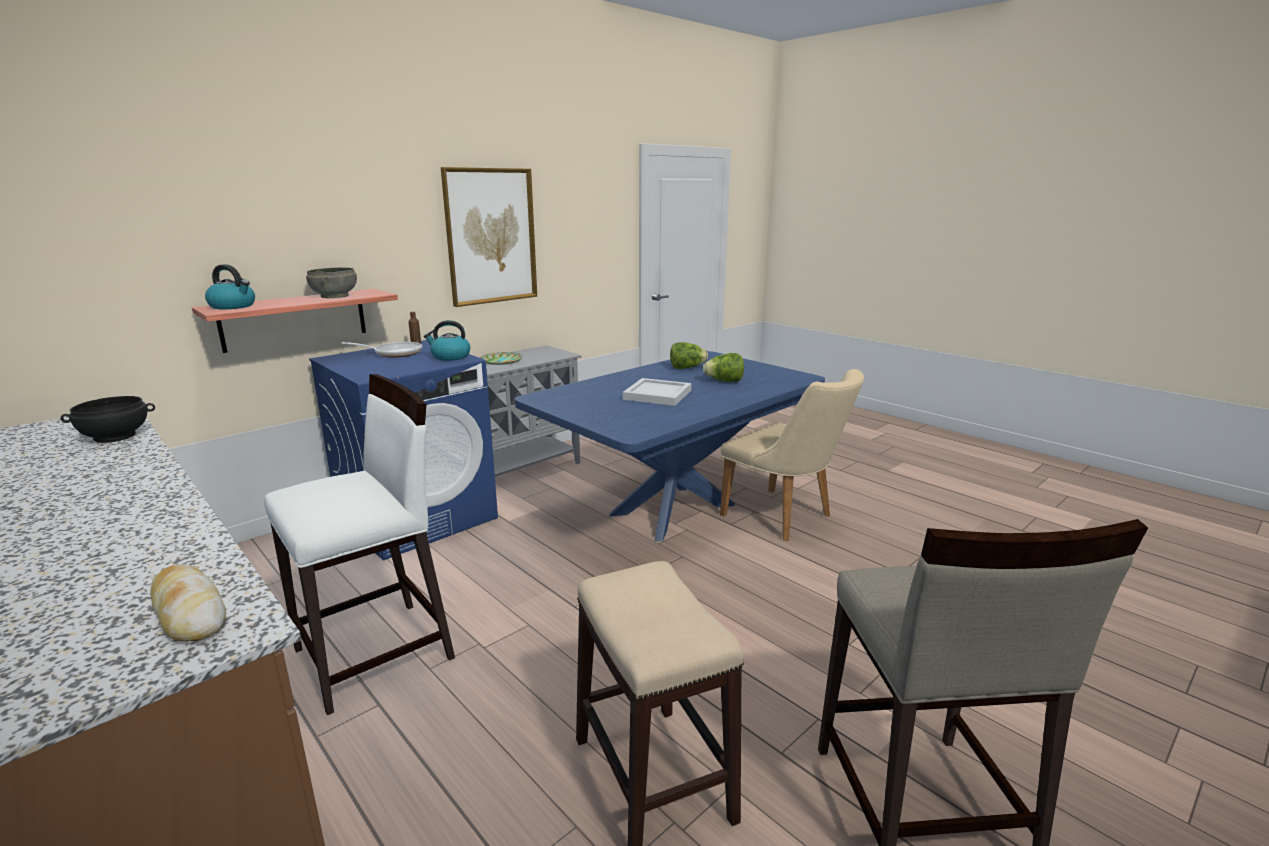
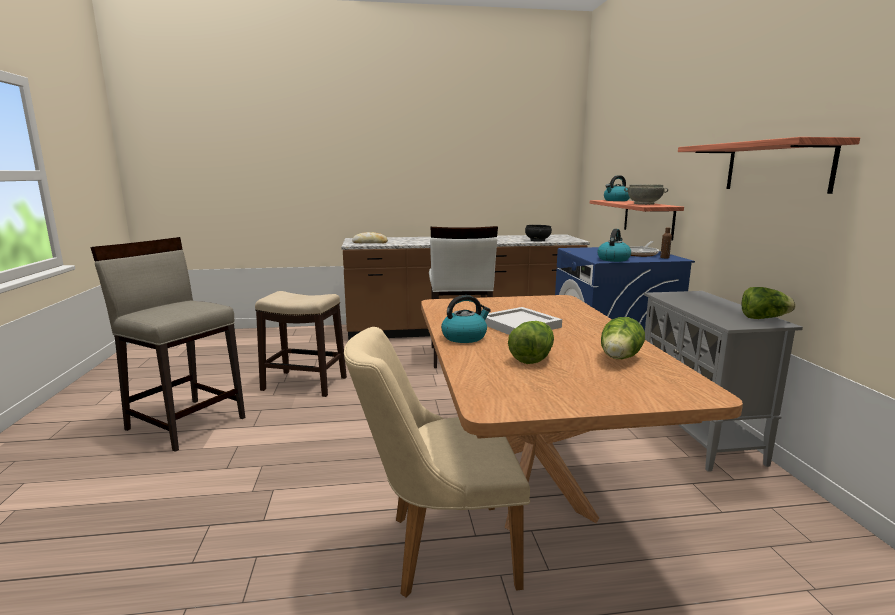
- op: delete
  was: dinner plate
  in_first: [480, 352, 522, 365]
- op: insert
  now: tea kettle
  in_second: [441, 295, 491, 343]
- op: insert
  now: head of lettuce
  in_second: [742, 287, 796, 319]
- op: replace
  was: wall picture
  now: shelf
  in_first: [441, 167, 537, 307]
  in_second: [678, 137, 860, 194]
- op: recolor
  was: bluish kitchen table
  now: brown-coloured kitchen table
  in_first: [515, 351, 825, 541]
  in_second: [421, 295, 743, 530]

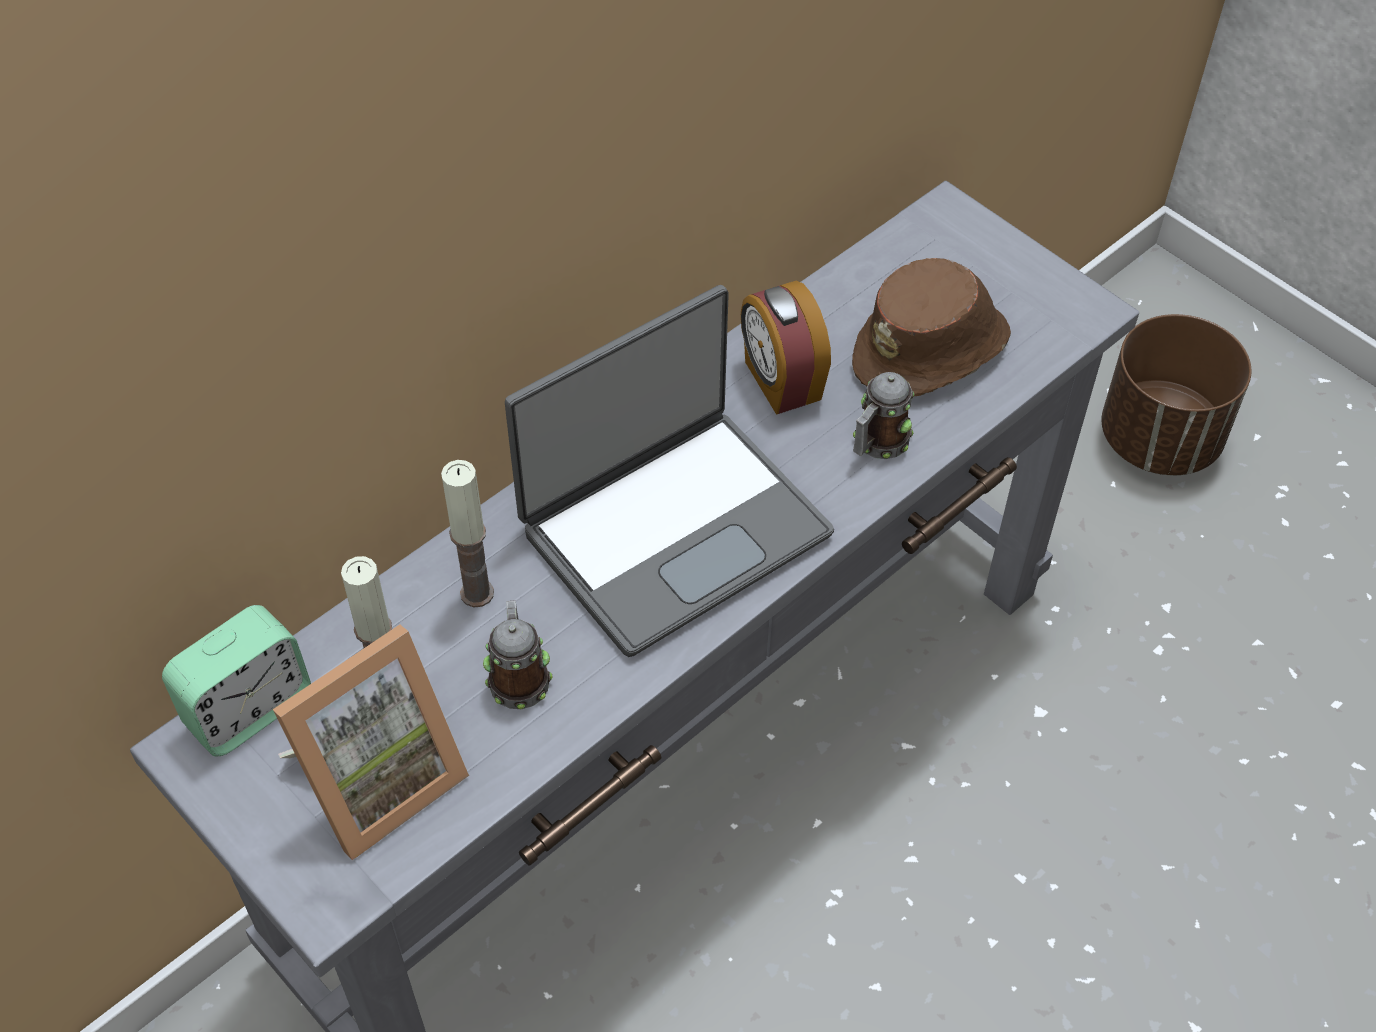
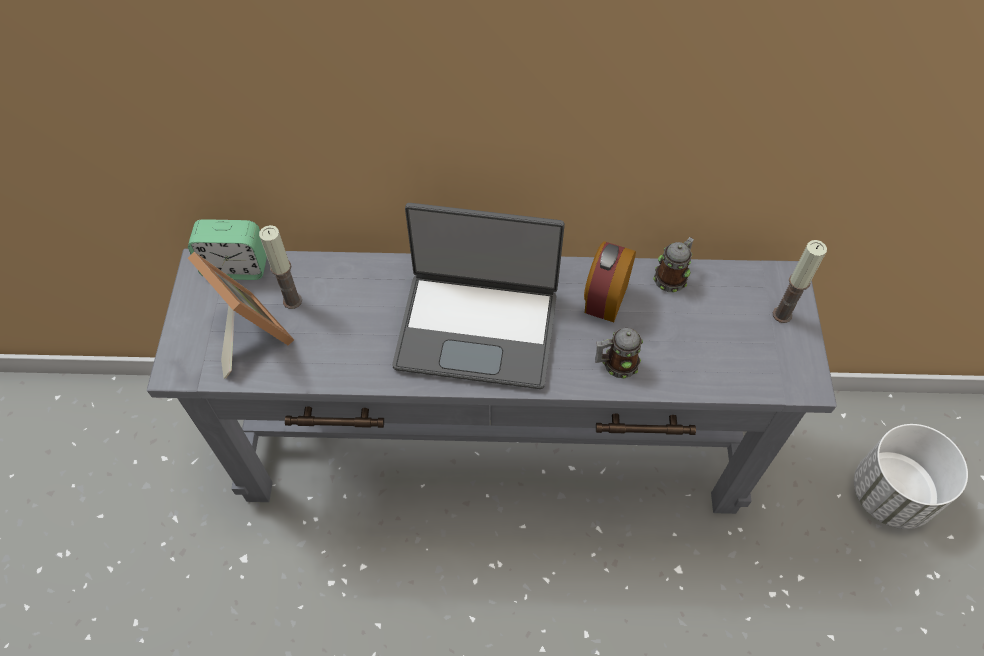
- op: delete
  was: brown-coloured clothing hat
  in_first: [852, 258, 1011, 396]
- op: move
  was: wax light
  in_first: [441, 460, 494, 607]
  in_second: [773, 240, 827, 323]
- op: move
  was: tea mug
  in_first: [483, 600, 553, 709]
  in_second: [653, 237, 694, 292]
- op: recolor
  was: brown-coloured planter
  now: white planter
  in_first: [1102, 314, 1252, 476]
  in_second: [854, 424, 968, 529]
- op: rotate
  was: picture frame
  in_first: [273, 625, 469, 860]
  in_second: [188, 252, 294, 379]
  clockwise: -135

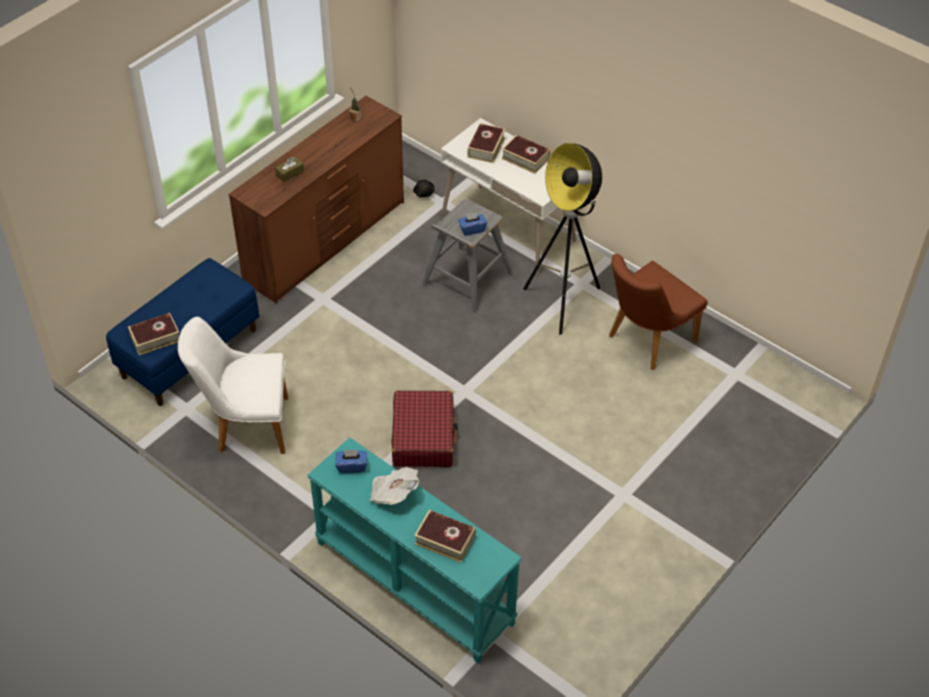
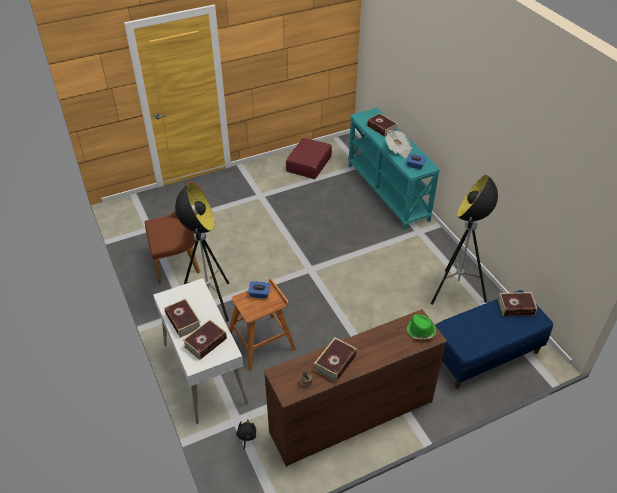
- op: delete
  was: brown-coloured tissue box
  in_first: [275, 157, 304, 182]
- op: insert
  now: volume
  in_second: [314, 338, 357, 382]
- op: insert
  now: greenish clothing hat
  in_second: [407, 314, 436, 340]
- op: move
  was: reddish piece of luggage
  in_first: [391, 391, 458, 467]
  in_second: [286, 138, 332, 179]
- op: replace
  was: white chair
  now: floor lamp
  in_first: [178, 317, 288, 454]
  in_second: [431, 175, 498, 305]
- op: recolor
  was: grey sitting stool
  now: brown-coloured sitting stool
  in_first: [422, 199, 513, 313]
  in_second: [229, 278, 296, 372]

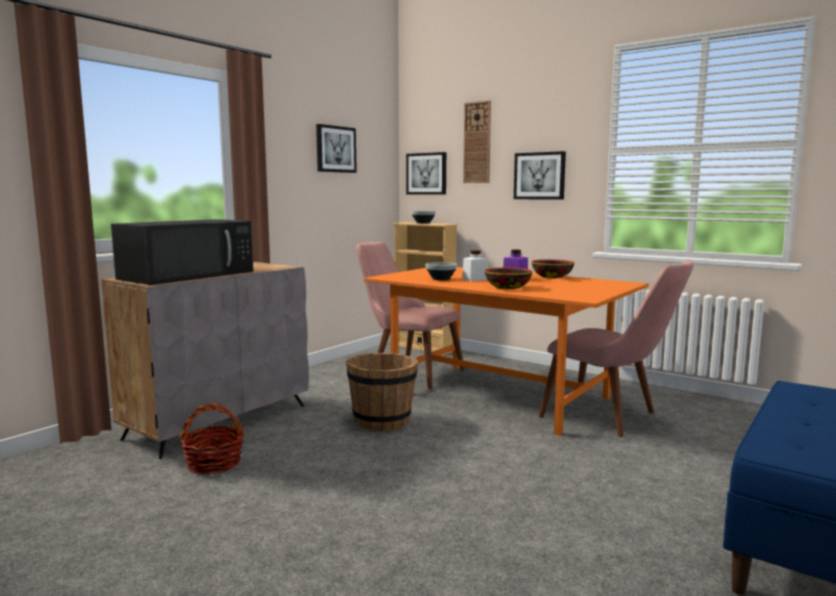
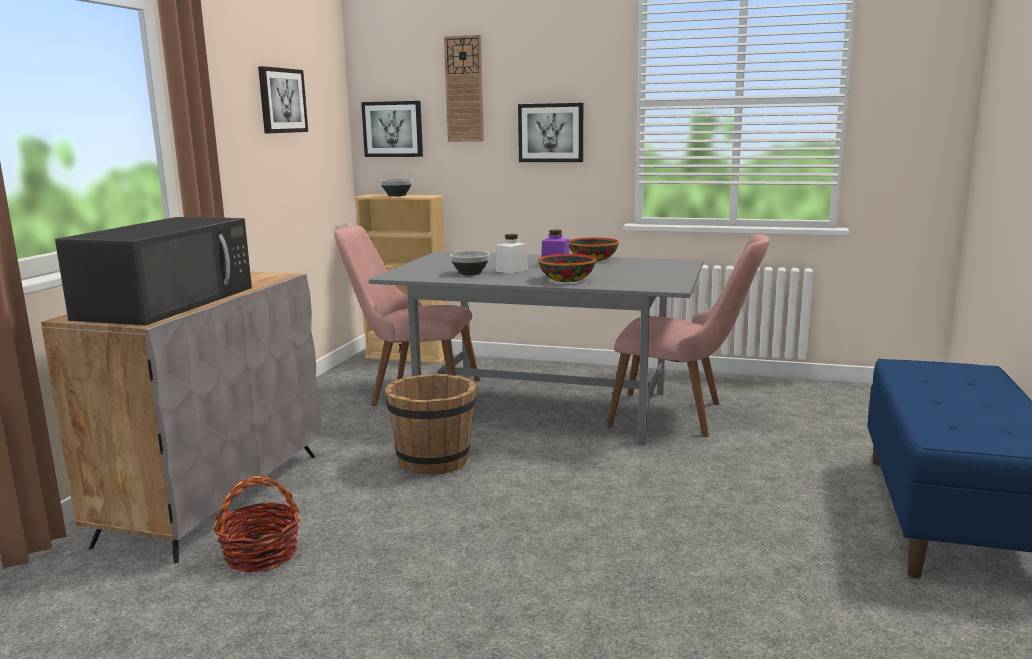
- op: recolor
  was: orangey kitchen table
  now: grey kitchen table
  in_first: [364, 267, 649, 436]
  in_second: [369, 251, 704, 446]

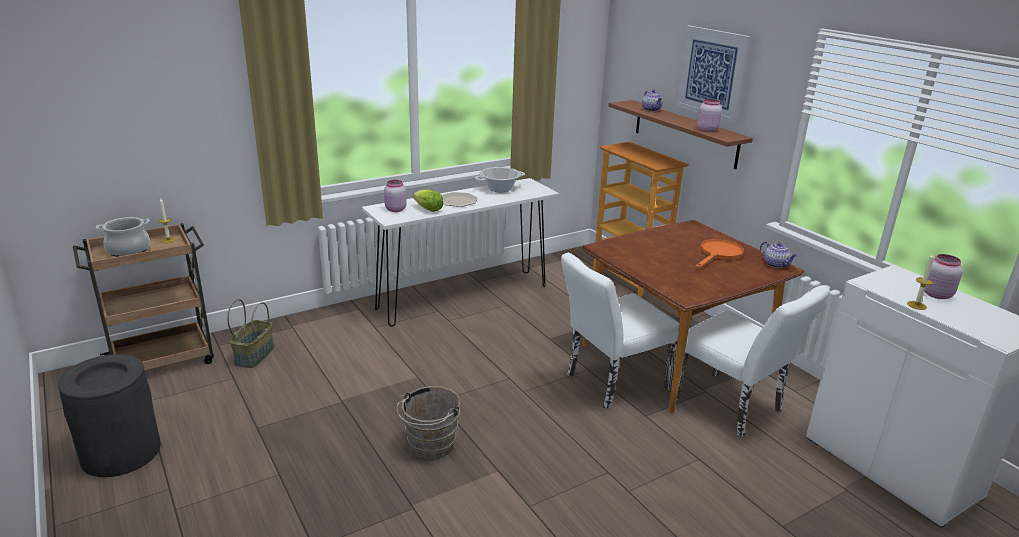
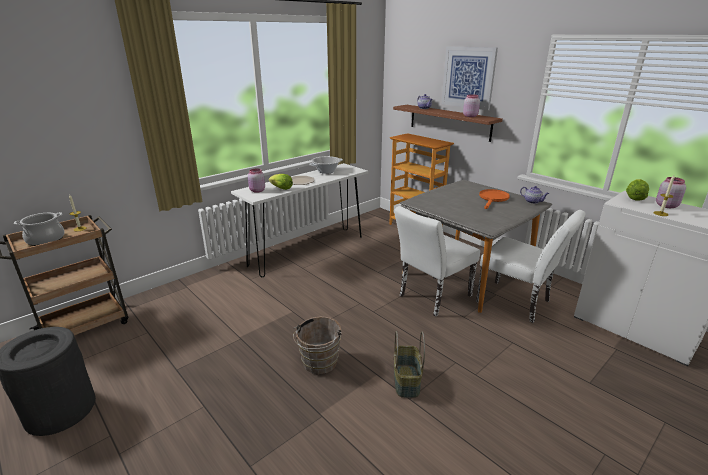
- op: insert
  now: head of lettuce
  in_second: [626, 179, 649, 200]
- op: move
  was: storage basket
  in_first: [227, 299, 274, 368]
  in_second: [394, 331, 425, 398]
- op: recolor
  was: brown-coloured kitchen table
  now: grey kitchen table
  in_first: [582, 220, 804, 413]
  in_second: [400, 180, 552, 313]

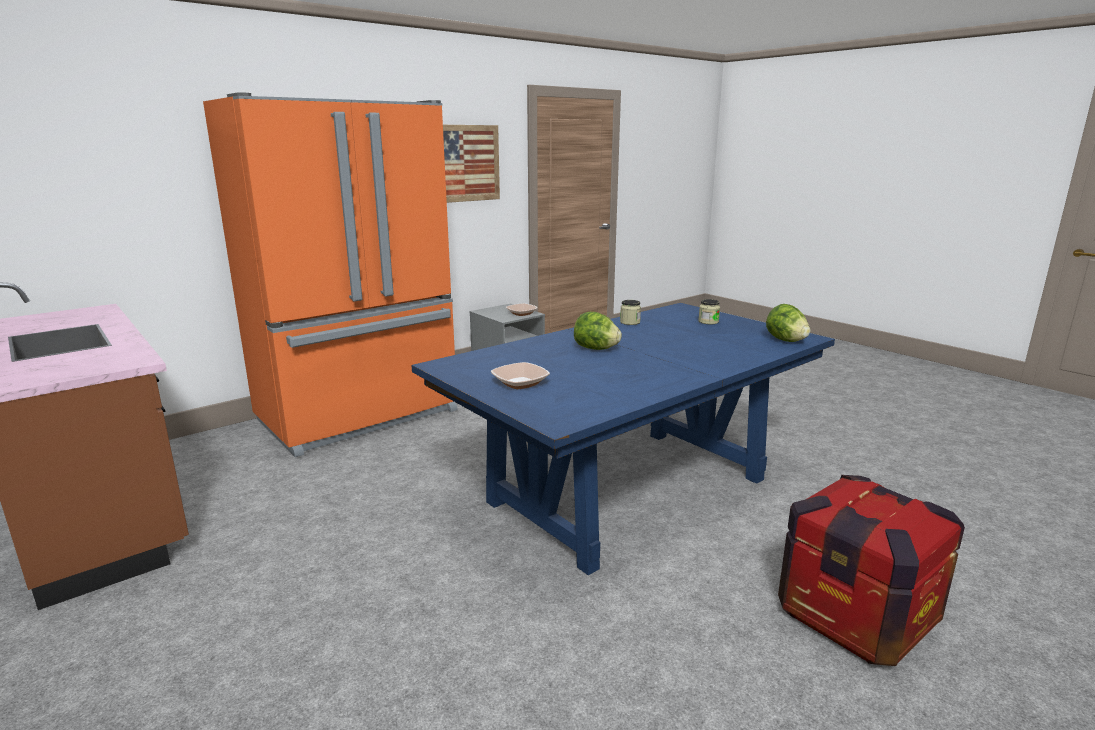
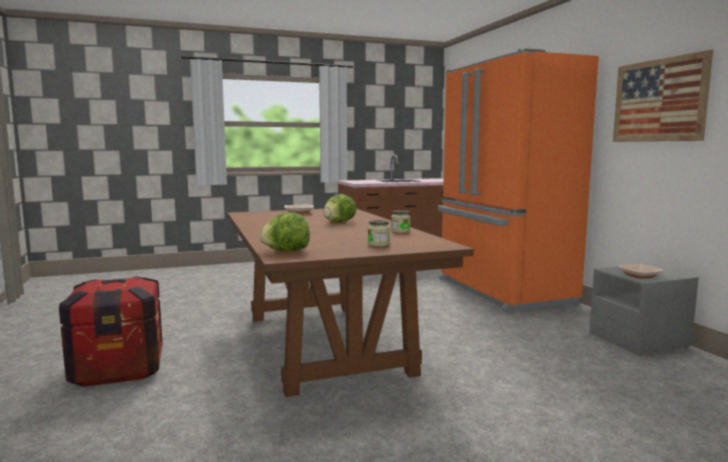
- op: recolor
  was: bluish kitchen table
  now: brown-coloured kitchen table
  in_first: [411, 303, 835, 575]
  in_second: [227, 209, 474, 397]

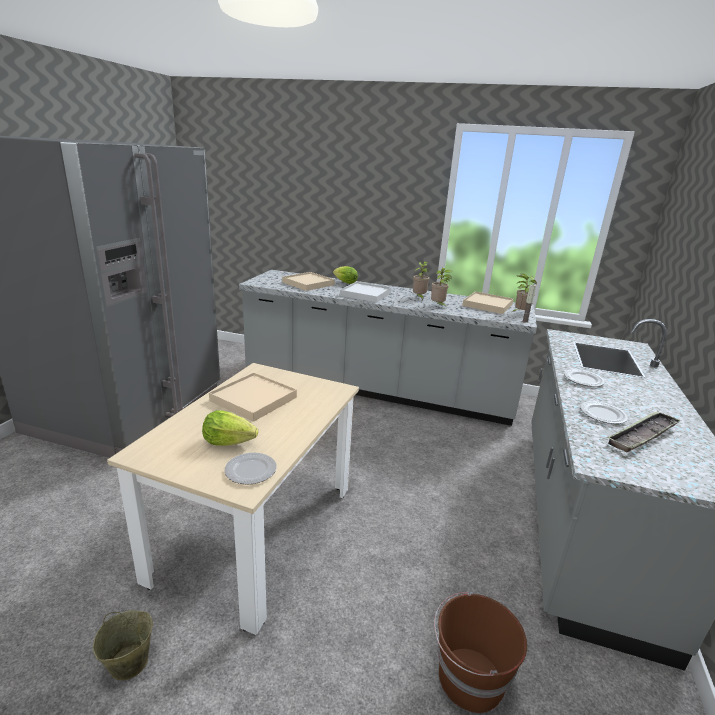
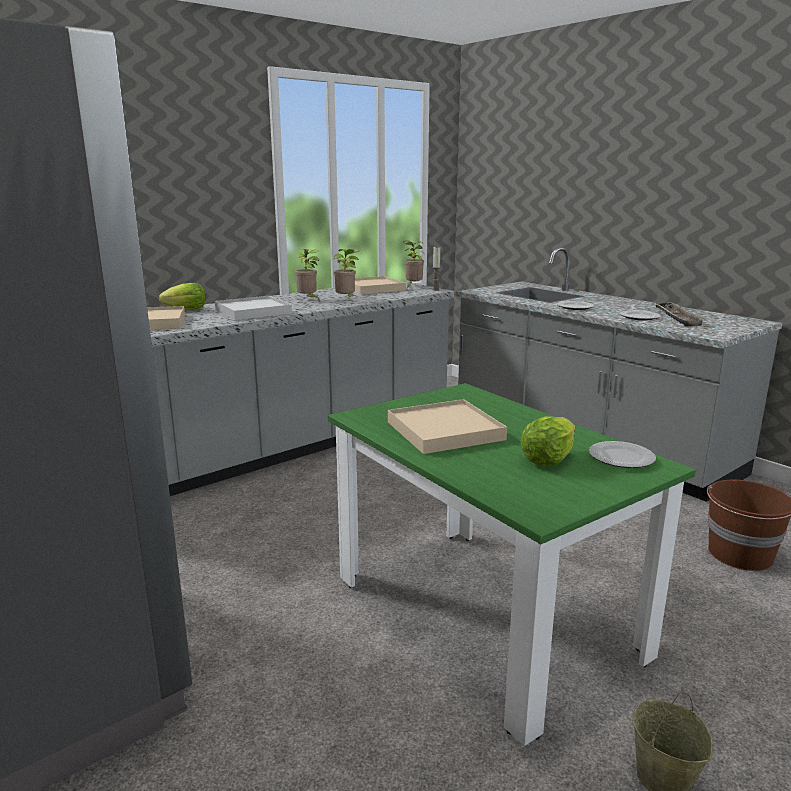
- op: recolor
  was: sand-coloured kitchen table
  now: greenish kitchen table
  in_first: [107, 363, 359, 635]
  in_second: [328, 383, 696, 746]

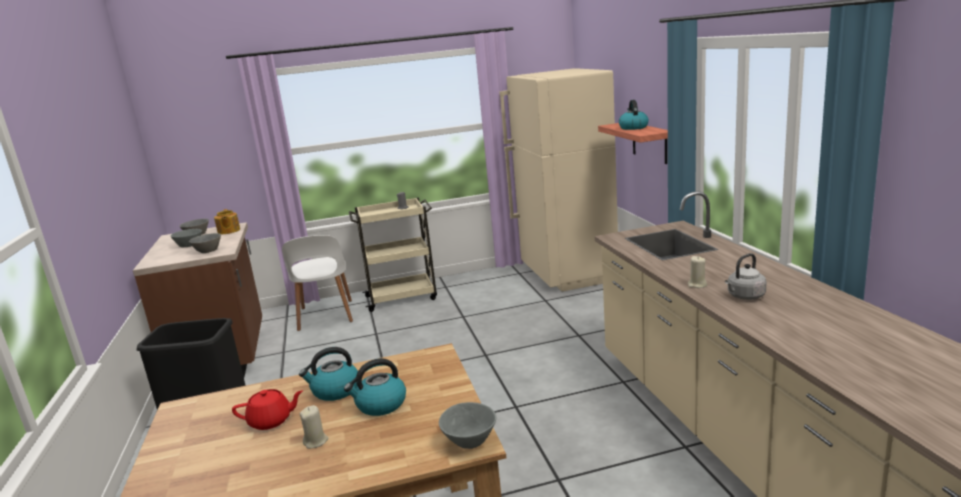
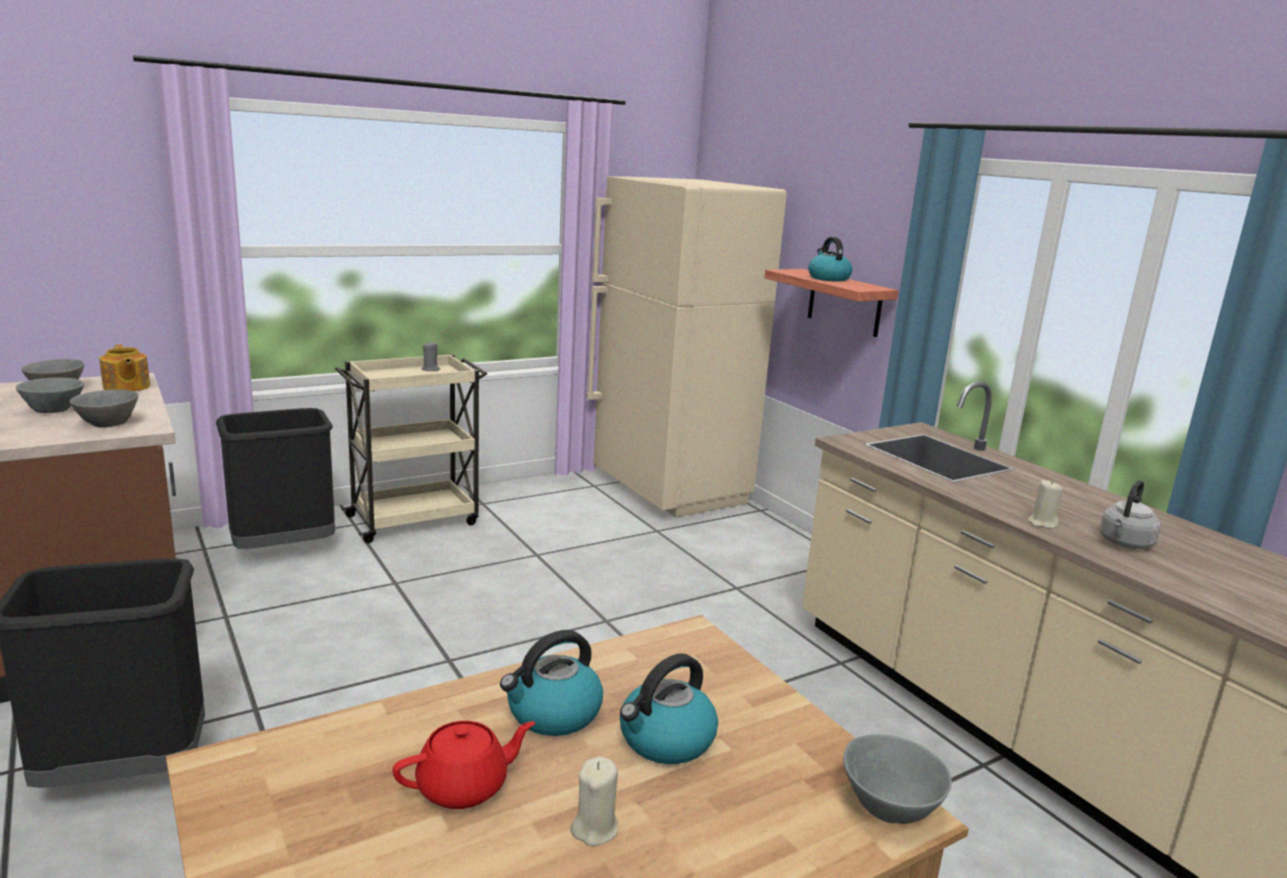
- op: replace
  was: white chair
  now: black-coloured waste bin
  in_first: [282, 235, 353, 331]
  in_second: [216, 408, 335, 549]

